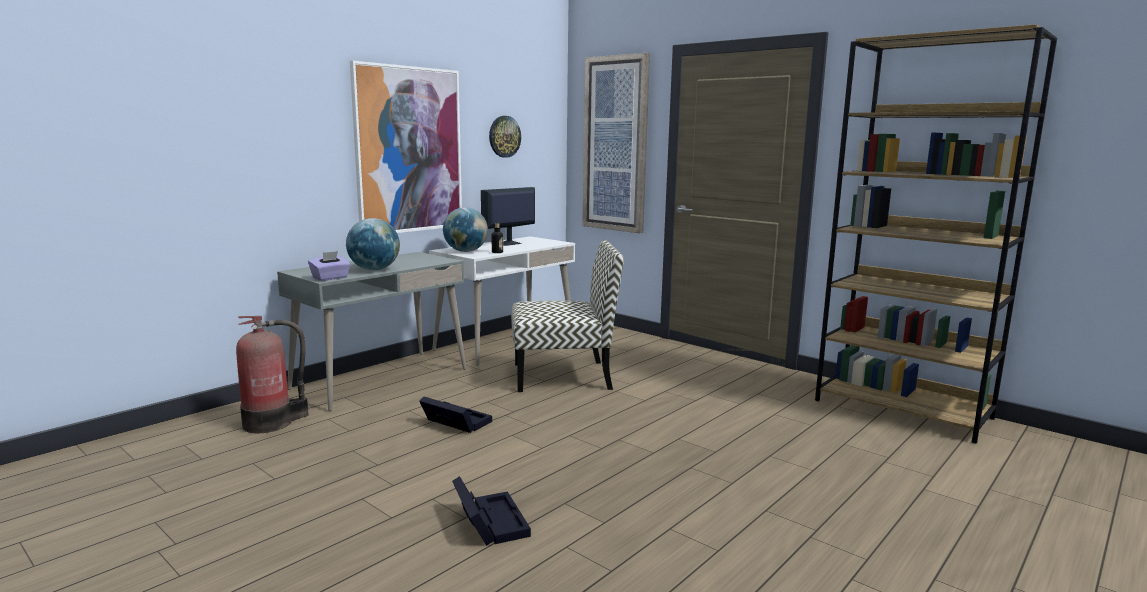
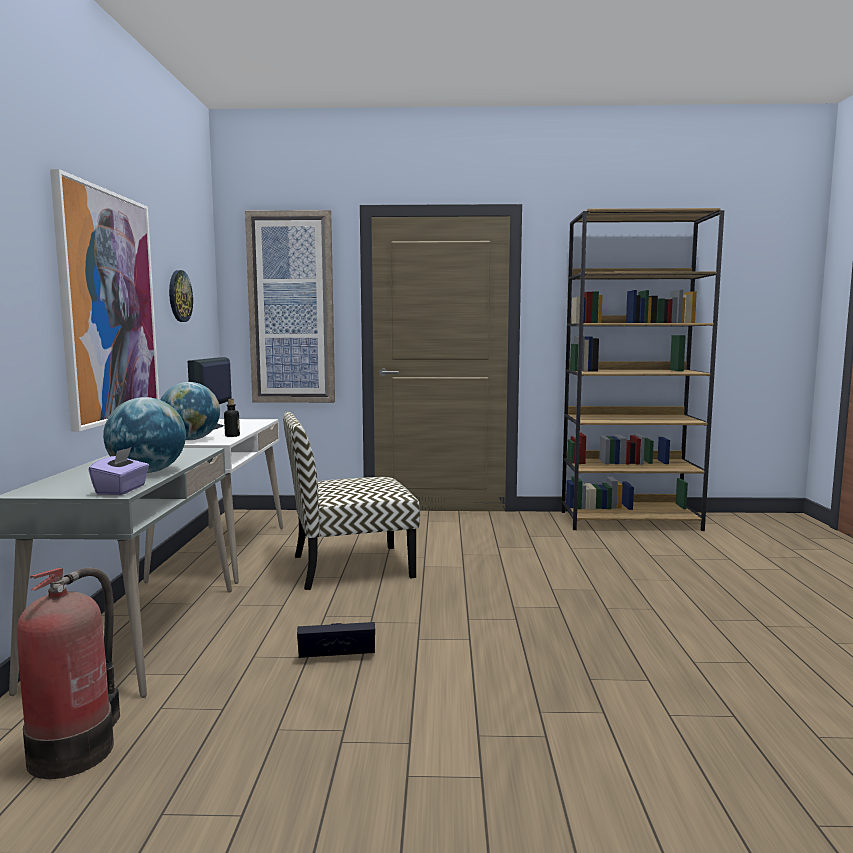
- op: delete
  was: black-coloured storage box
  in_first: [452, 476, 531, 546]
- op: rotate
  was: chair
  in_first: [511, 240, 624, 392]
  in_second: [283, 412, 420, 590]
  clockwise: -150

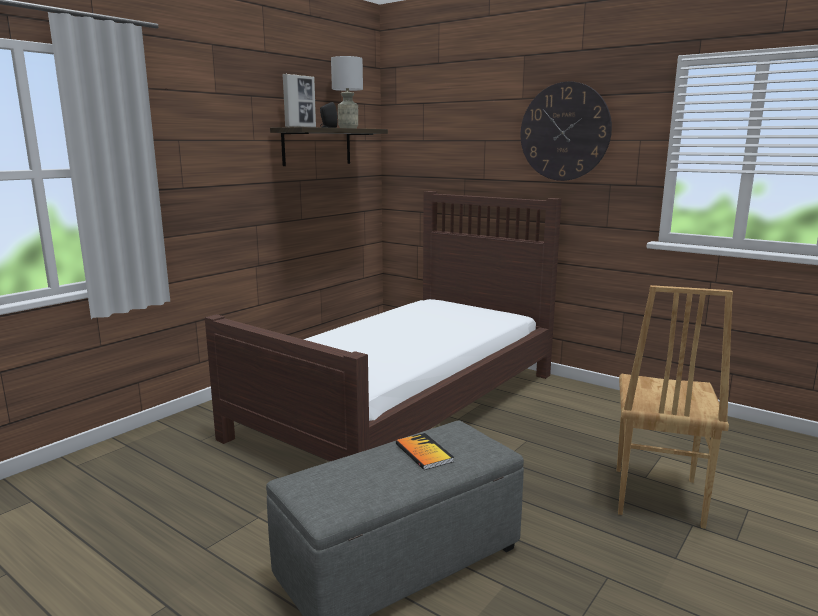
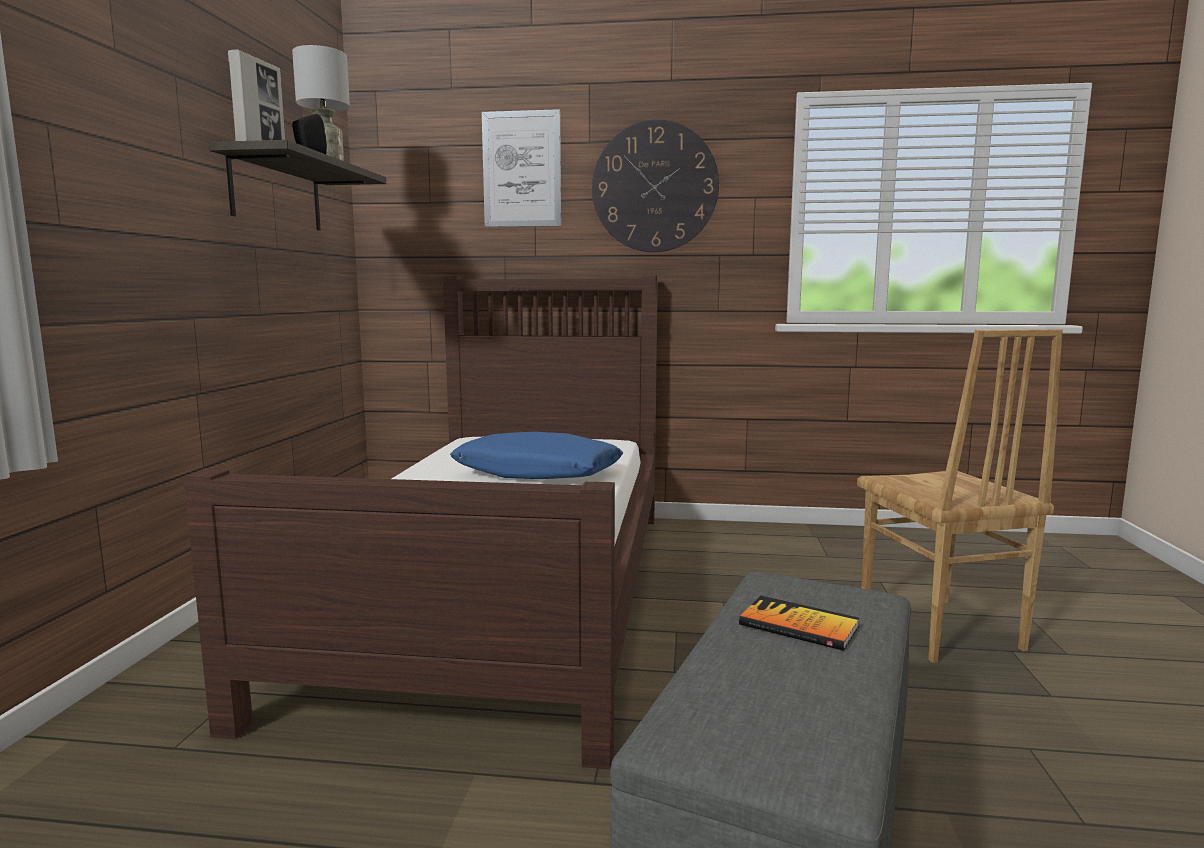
- op: insert
  now: bluish cushion
  in_second: [450, 432, 623, 479]
- op: insert
  now: wall picture
  in_second: [482, 109, 561, 227]

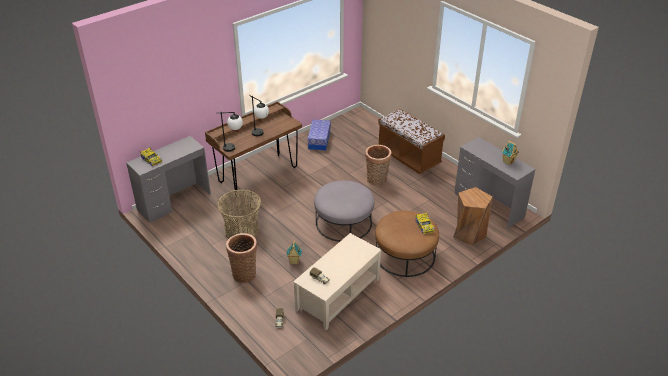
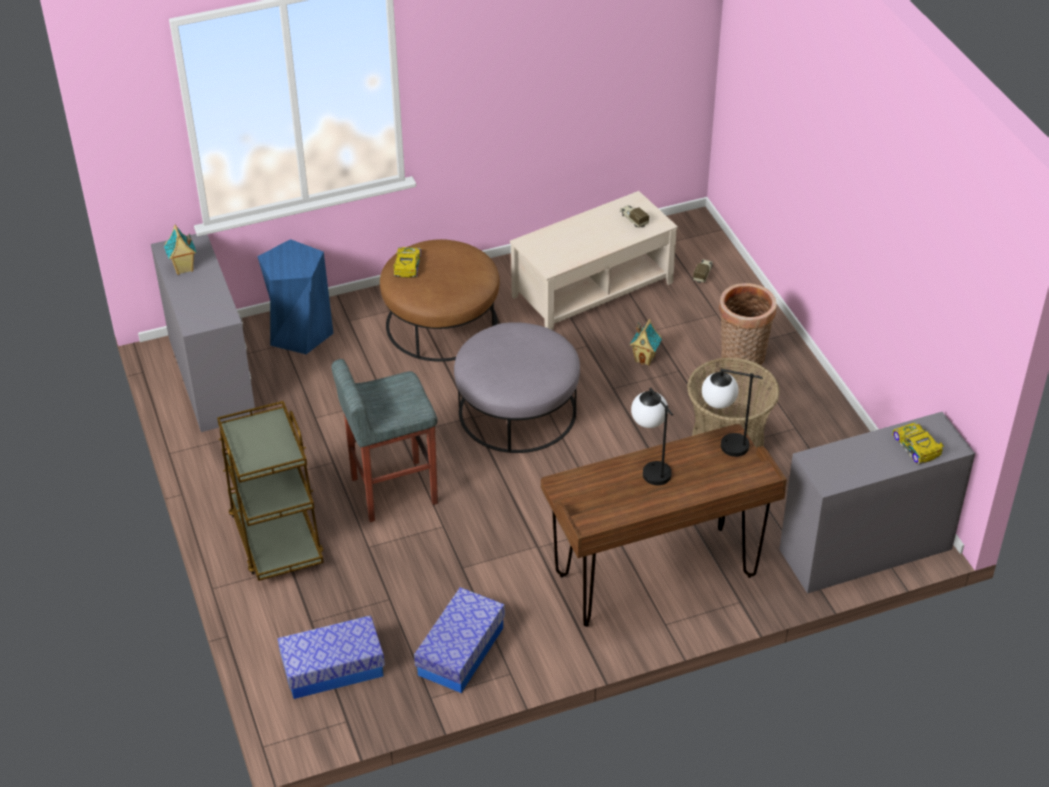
- op: insert
  now: storage box
  in_second: [278, 615, 385, 699]
- op: replace
  was: storage basket
  now: grey sitting stool
  in_first: [365, 145, 391, 186]
  in_second: [331, 359, 438, 522]
- op: replace
  was: brown-coloured bench
  now: brown-coloured cart
  in_first: [377, 109, 445, 174]
  in_second: [217, 401, 324, 581]
- op: recolor
  was: brown-coloured sitting stool
  now: bluish sitting stool
  in_first: [453, 187, 493, 246]
  in_second: [257, 239, 333, 354]

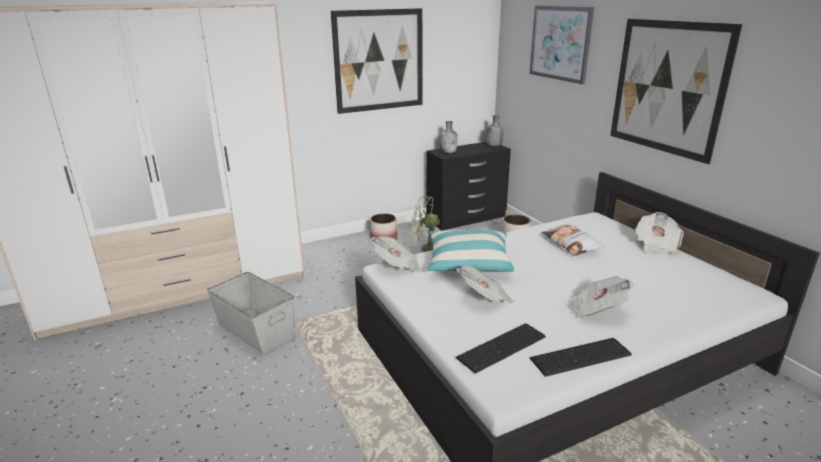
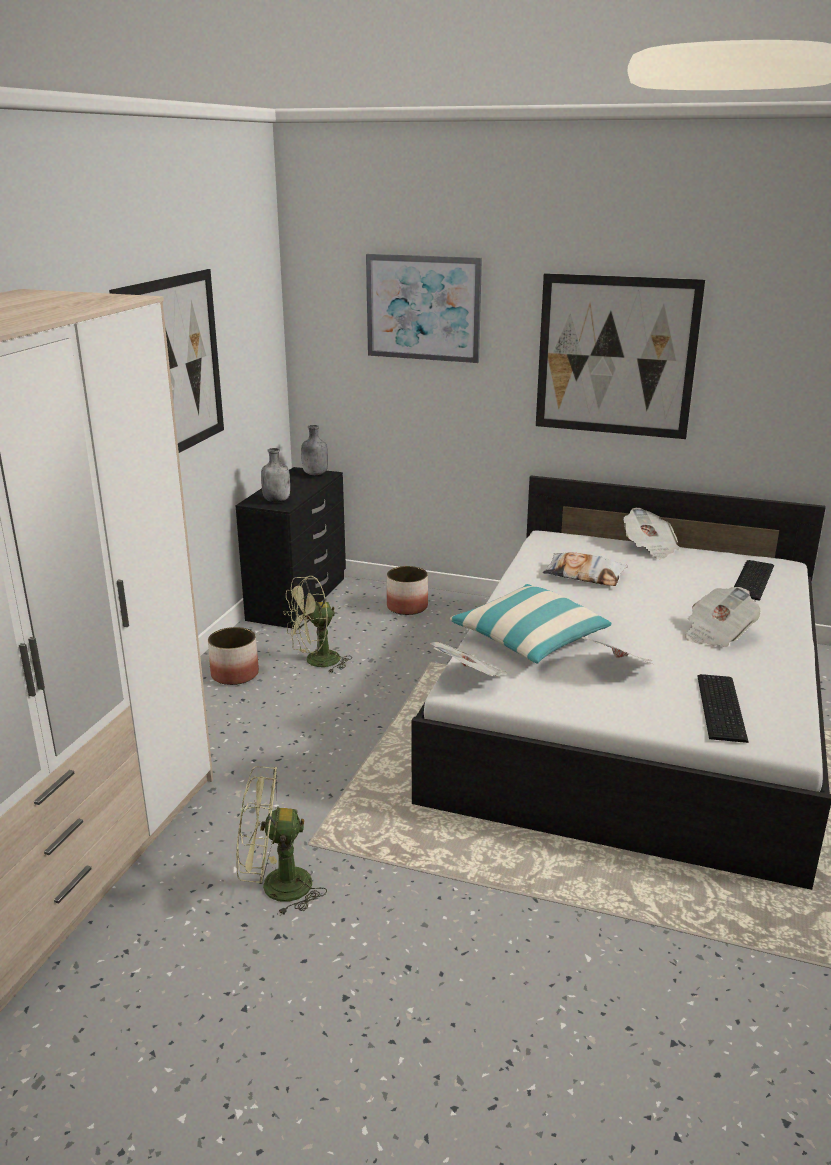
- op: move
  was: keyboard
  in_first: [530, 338, 632, 377]
  in_second: [734, 560, 774, 601]
- op: replace
  was: grey storage box
  now: greenish cooling fan
  in_first: [207, 272, 294, 354]
  in_second: [236, 766, 327, 916]

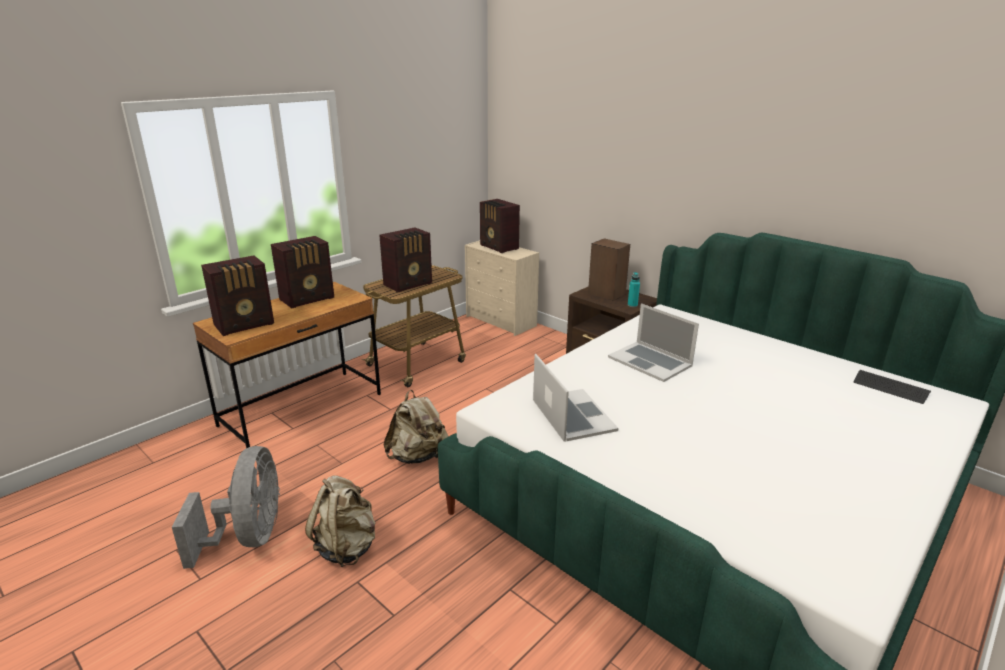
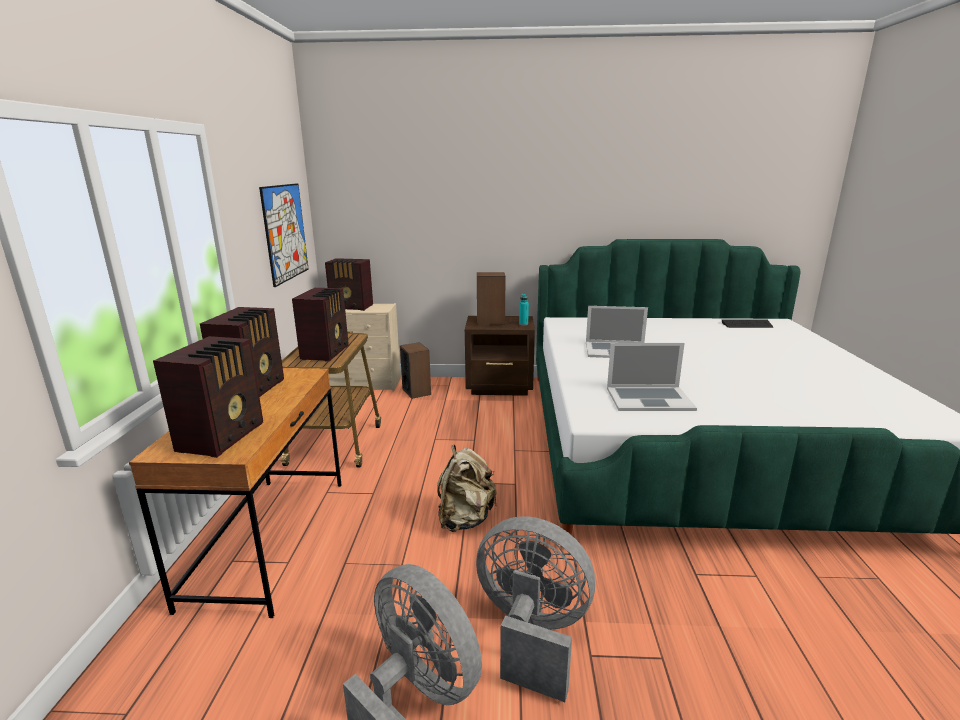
- op: insert
  now: wall picture
  in_second: [259, 183, 309, 287]
- op: insert
  now: speaker
  in_second: [400, 342, 431, 399]
- op: replace
  was: sand-coloured backpack
  now: grey cooling fan
  in_first: [305, 475, 376, 567]
  in_second: [476, 516, 595, 702]
- op: rotate
  was: laptop
  in_first: [533, 354, 618, 442]
  in_second: [607, 343, 697, 411]
  clockwise: 150

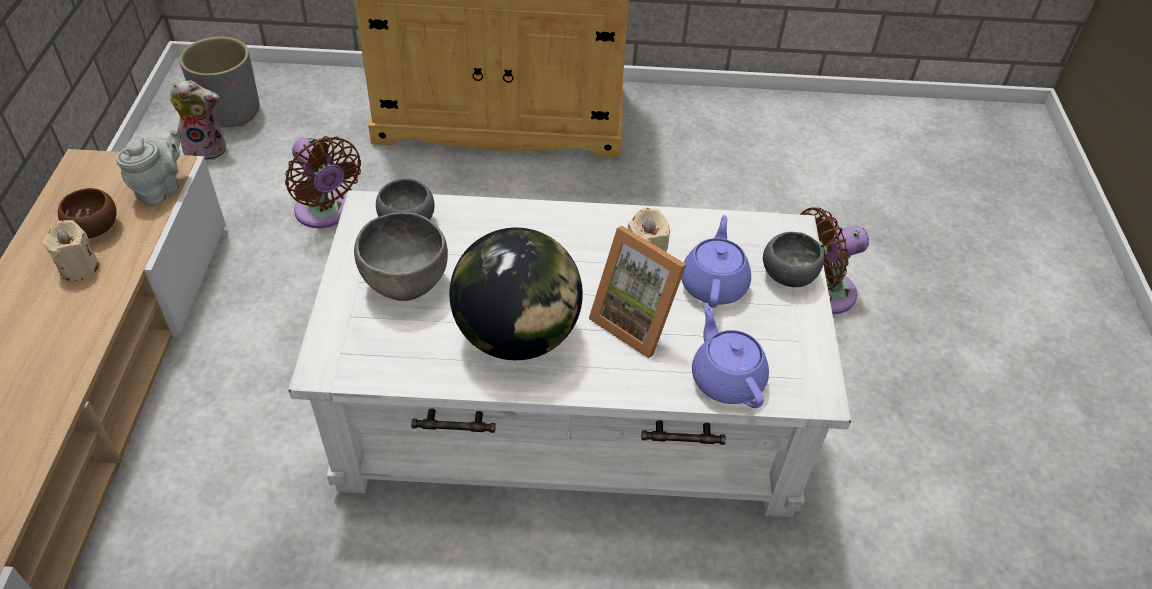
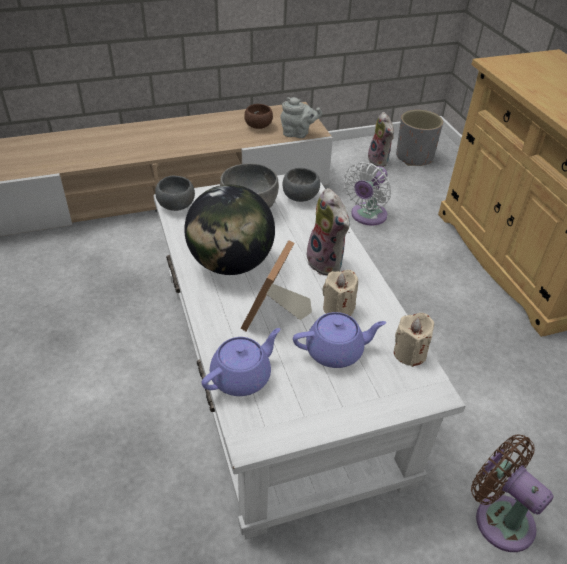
- op: insert
  now: soft toy
  in_second: [303, 188, 350, 276]
- op: move
  was: sand-coloured wax light
  in_first: [43, 220, 99, 281]
  in_second: [394, 313, 434, 367]
- op: move
  was: grey bowl
  in_first: [763, 232, 824, 287]
  in_second: [155, 176, 195, 211]
- op: recolor
  was: brown-coloured cooling fan
  now: white cooling fan
  in_first: [285, 136, 361, 228]
  in_second: [344, 162, 391, 226]

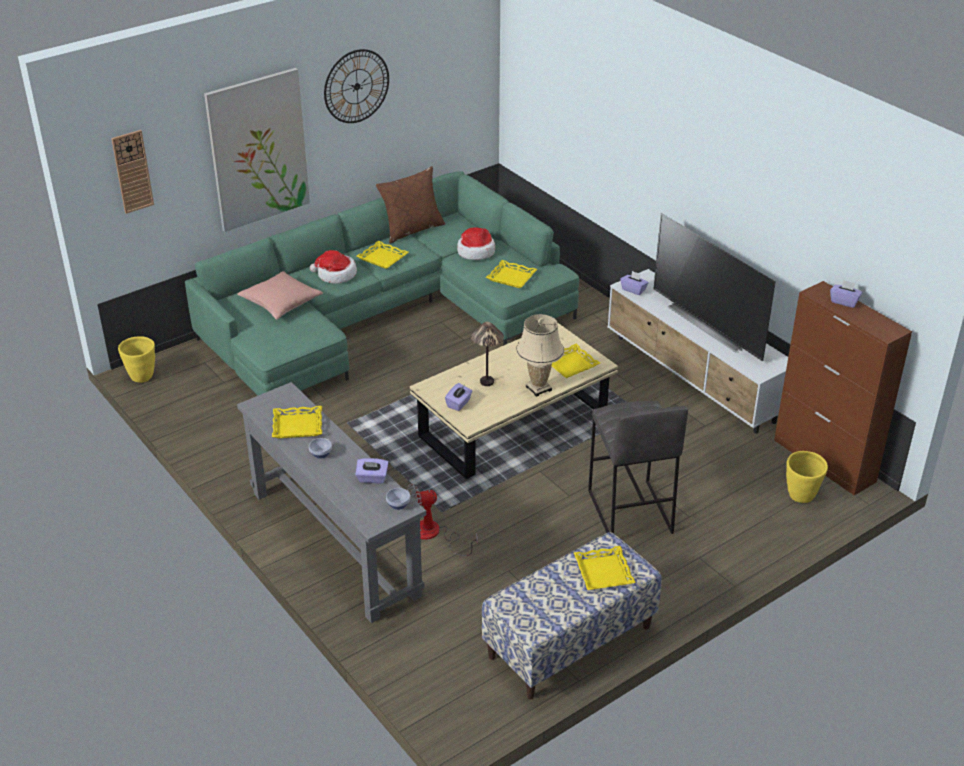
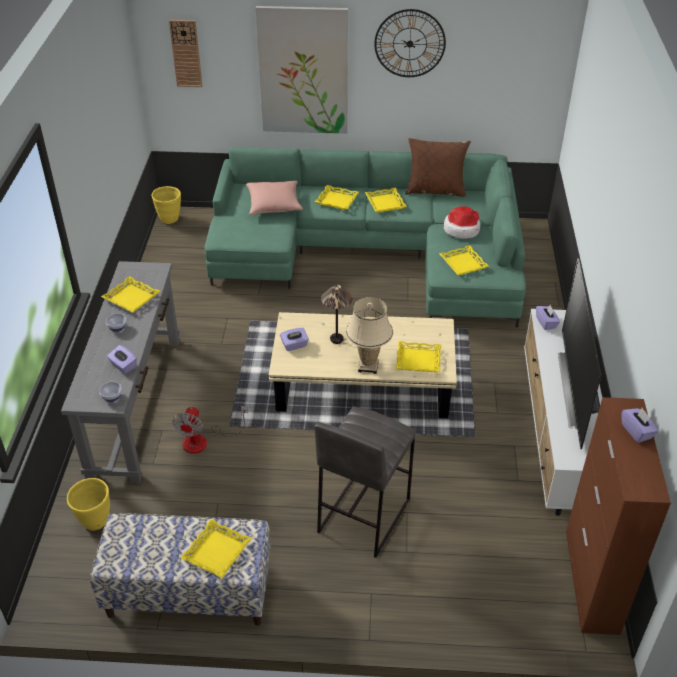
- op: move
  was: yellowish planter
  in_first: [786, 451, 828, 503]
  in_second: [67, 478, 110, 531]
- op: replace
  was: clothing hat
  now: yellowish carrying tray
  in_first: [309, 250, 357, 284]
  in_second: [315, 185, 359, 210]
- op: rotate
  was: cooling fan
  in_first: [407, 484, 478, 556]
  in_second: [172, 406, 248, 454]
  clockwise: -105

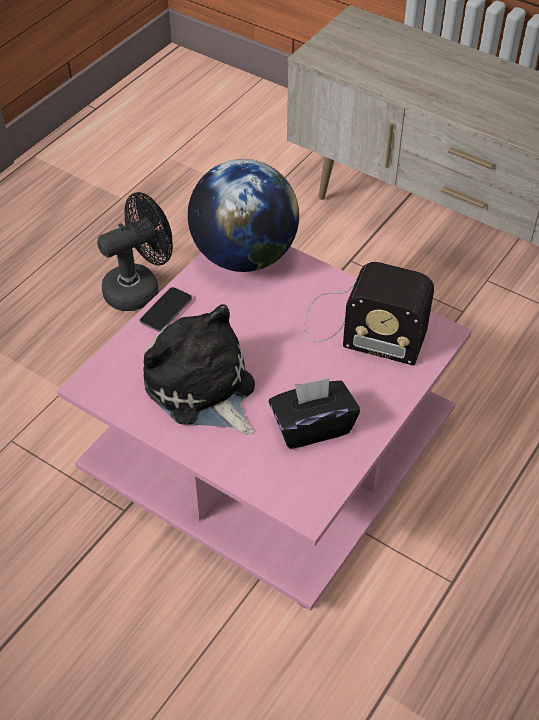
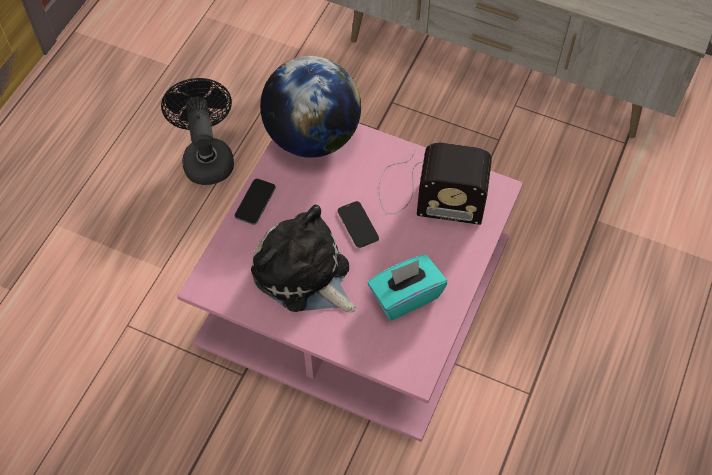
- op: insert
  now: phone
  in_second: [338, 201, 379, 248]
- op: recolor
  was: black-coloured tissue box
  now: blue-green tissue box
  in_first: [269, 378, 360, 449]
  in_second: [368, 254, 447, 320]
- op: rotate
  was: black-coloured cooling fan
  in_first: [97, 192, 173, 311]
  in_second: [161, 78, 234, 185]
  clockwise: -60

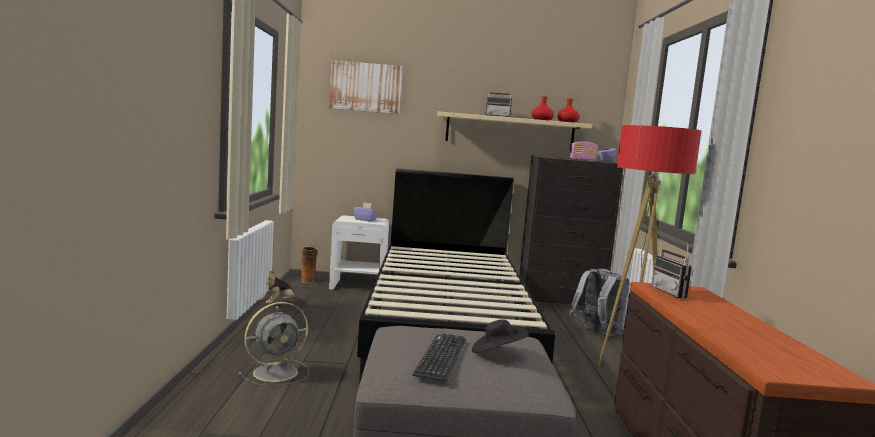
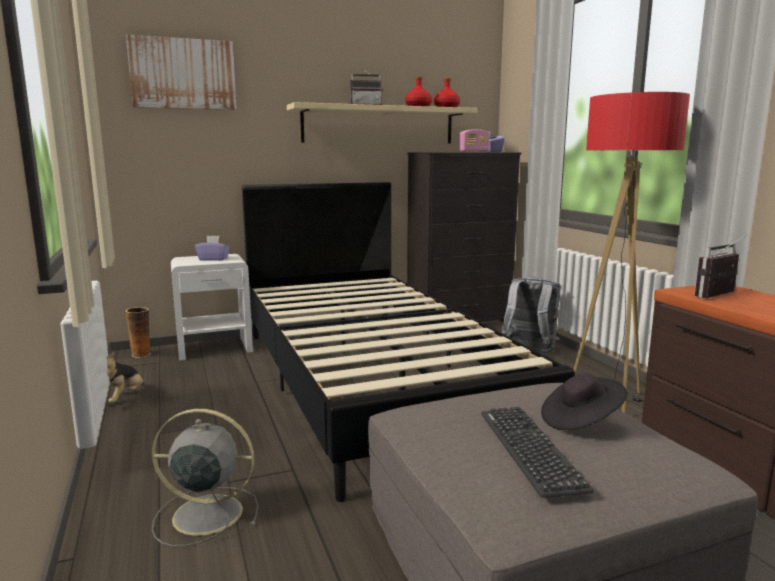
- op: rotate
  was: grey cooling fan
  in_first: [238, 302, 310, 386]
  in_second: [152, 409, 258, 547]
  clockwise: -120
- op: rotate
  was: radio receiver
  in_first: [652, 244, 692, 299]
  in_second: [694, 235, 747, 299]
  clockwise: 90

